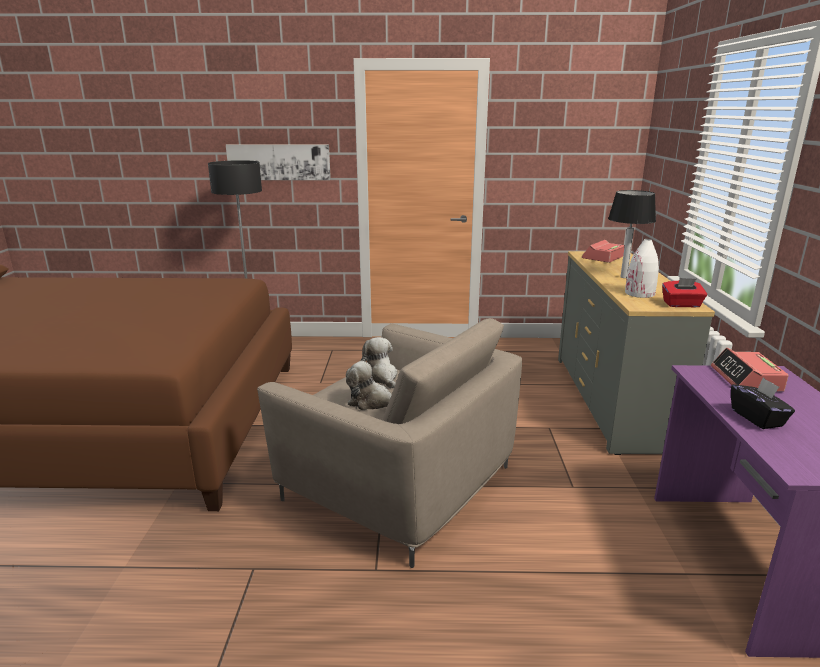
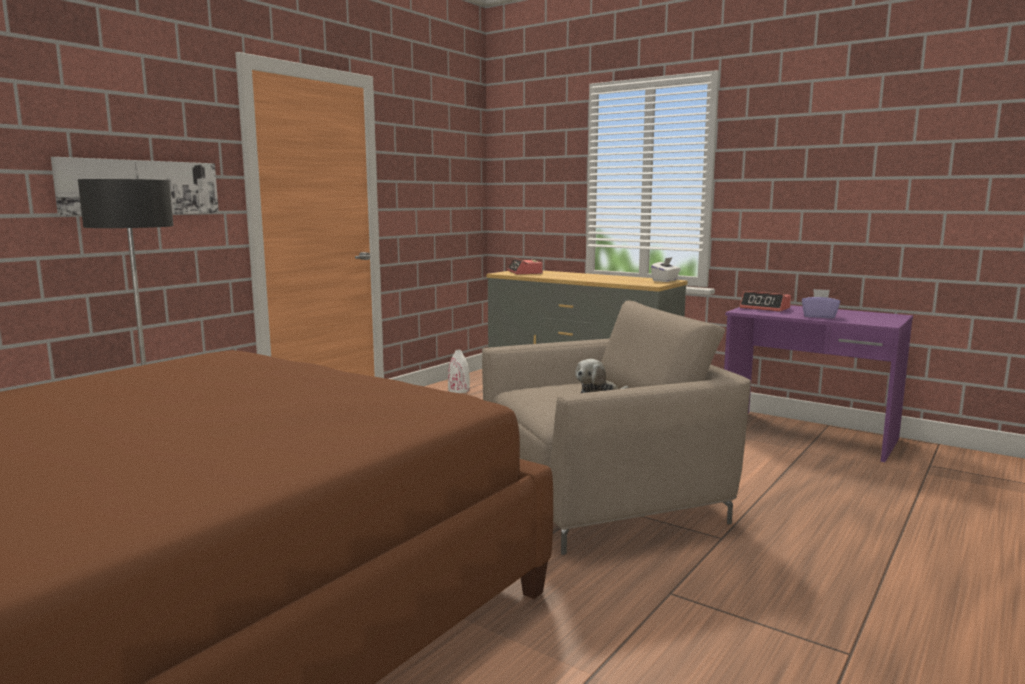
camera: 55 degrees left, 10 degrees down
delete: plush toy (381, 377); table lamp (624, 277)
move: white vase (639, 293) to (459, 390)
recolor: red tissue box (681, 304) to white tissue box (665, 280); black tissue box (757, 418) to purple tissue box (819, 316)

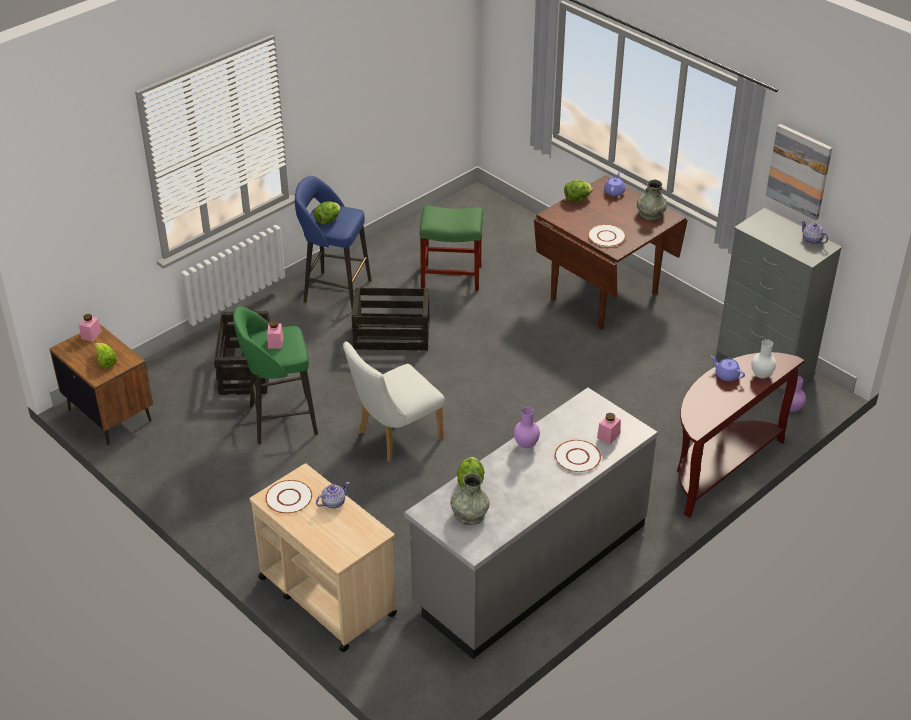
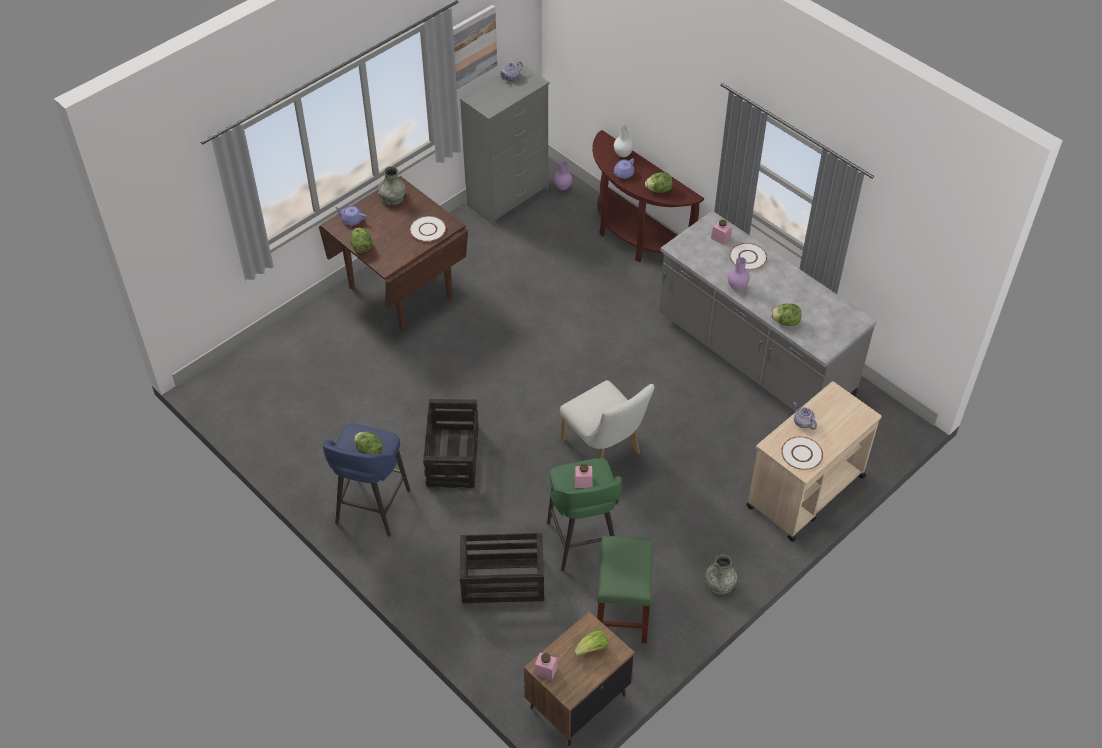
camera: 90 degrees left, 10 degrees up
insert: lettuce (659, 190)
move: green stool (452, 276) to (622, 611); grey vase (469, 514) to (720, 584)

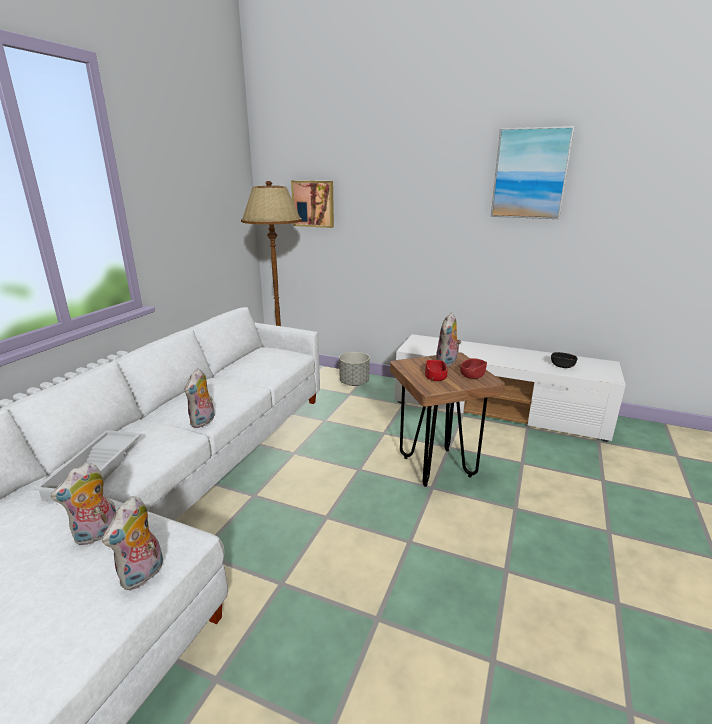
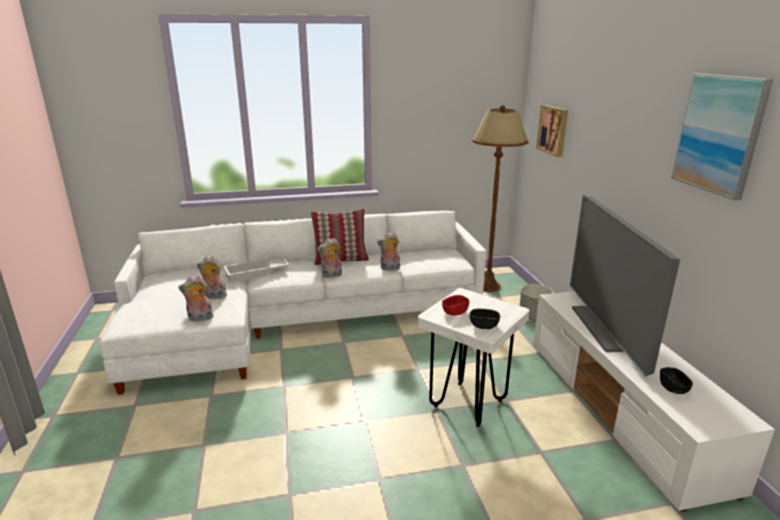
camera: 55 degrees right, 0 degrees up
insert: pillow (340, 260); television (608, 328)
move: plush toy (447, 363) to (389, 269)
recolor: brown stool (436, 467) to white stool (467, 403); red bowl (472, 375) to black bowl (483, 325)

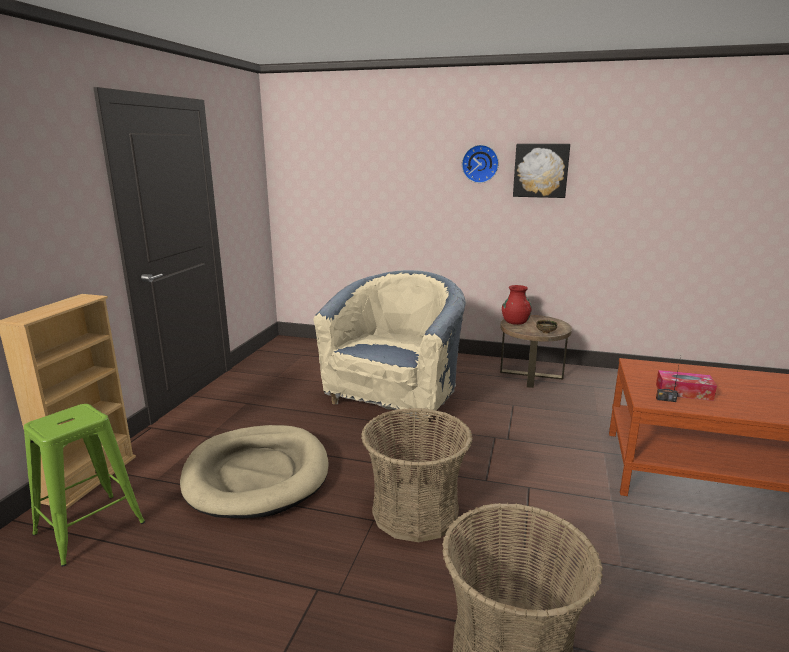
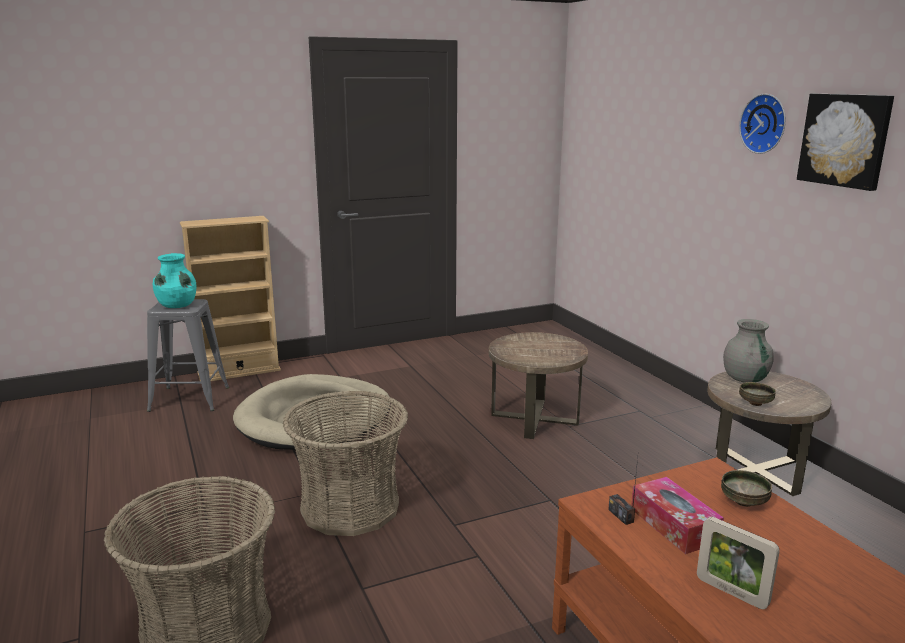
camera: 50 degrees right, 0 degrees up
insert: turquoise vase (177, 305); picture frame (731, 592); bowl (744, 502)
replace: beige armchair (396, 398) to brown side table (534, 418)
recolor: green stool (88, 528) to grey stool (189, 399); red vase (515, 322) to grey vase (745, 378)

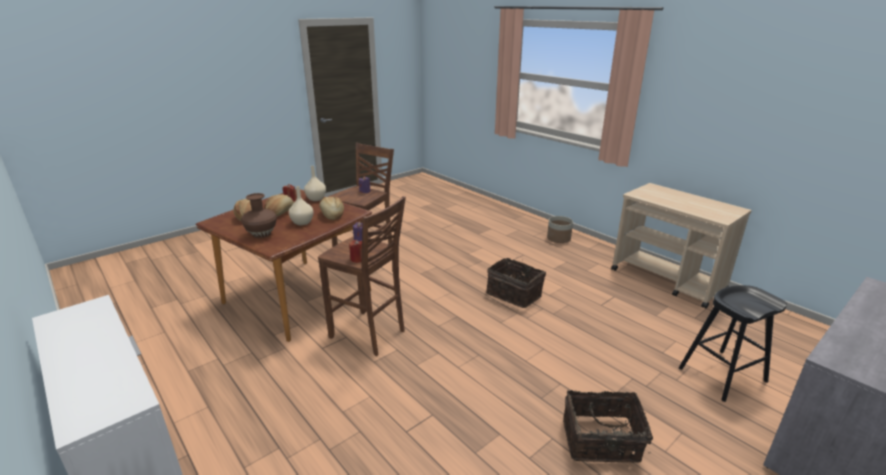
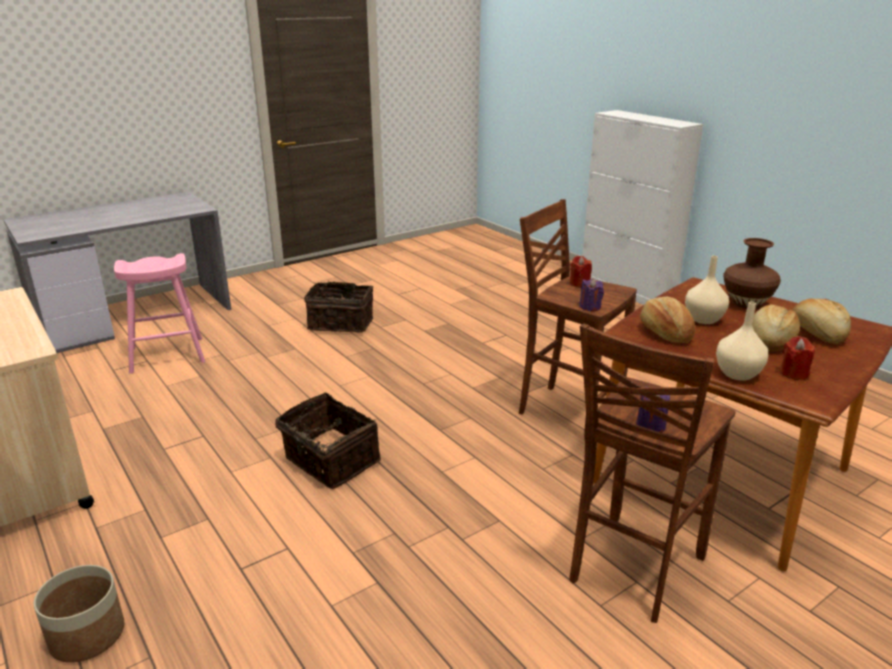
camera: 175 degrees left, 0 degrees up
recolor: black stool (722, 375) to pink stool (167, 355)

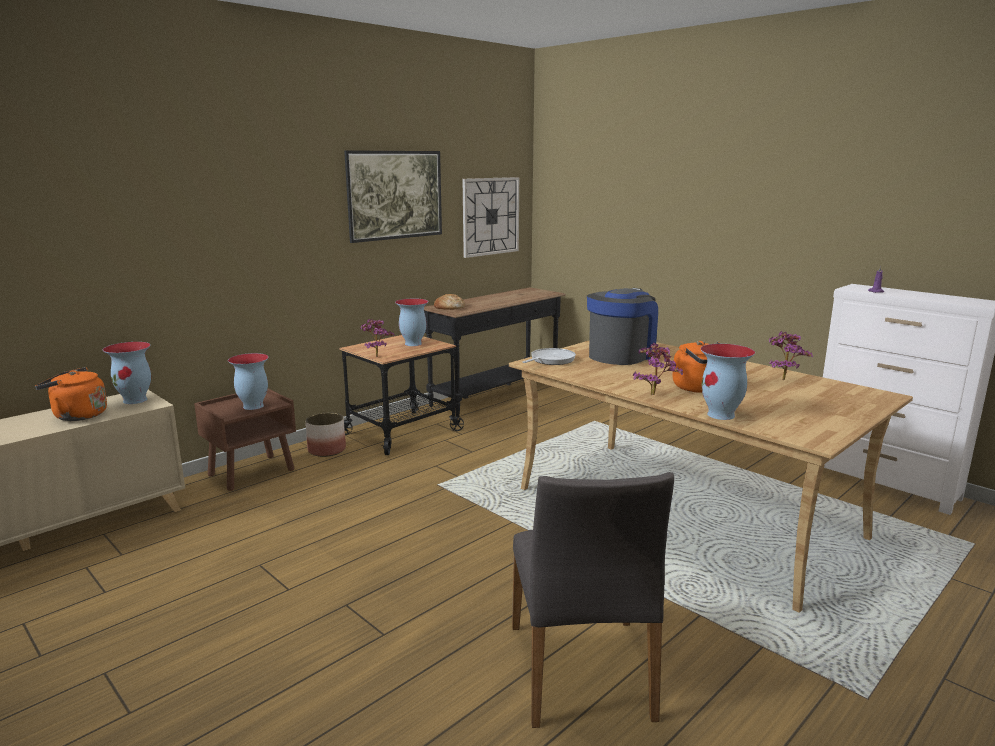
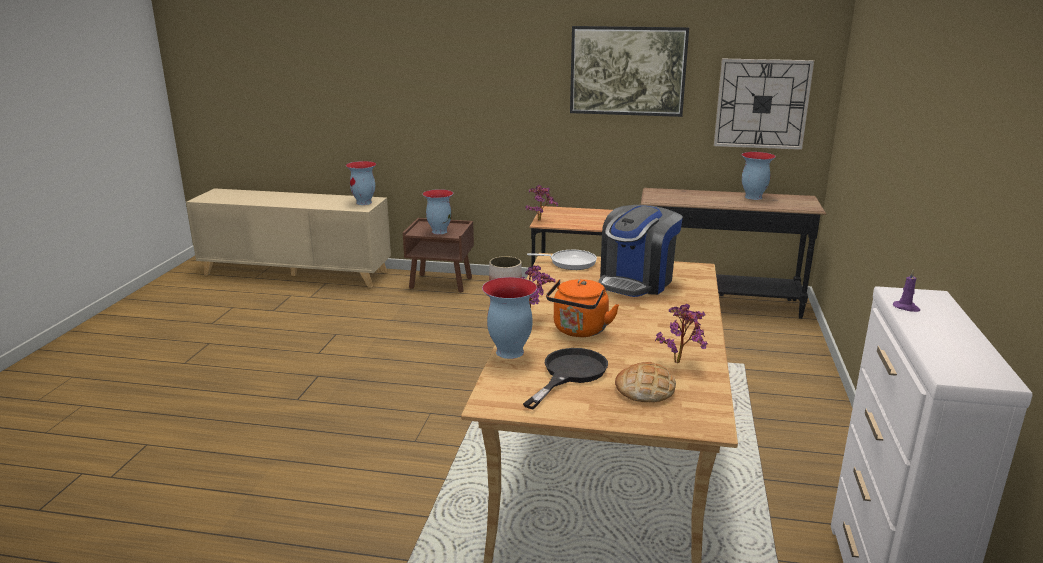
camera: 55 degrees right, 5 degrees up
delete: orange kettle (77, 416); grey chair (582, 671)
insert: black frying pan (569, 374)
move: vase (412, 344) to (752, 197); bread (449, 307) to (645, 388)
rotate: coffee machine (621, 355) = (636, 282) 120 degrees clockwise

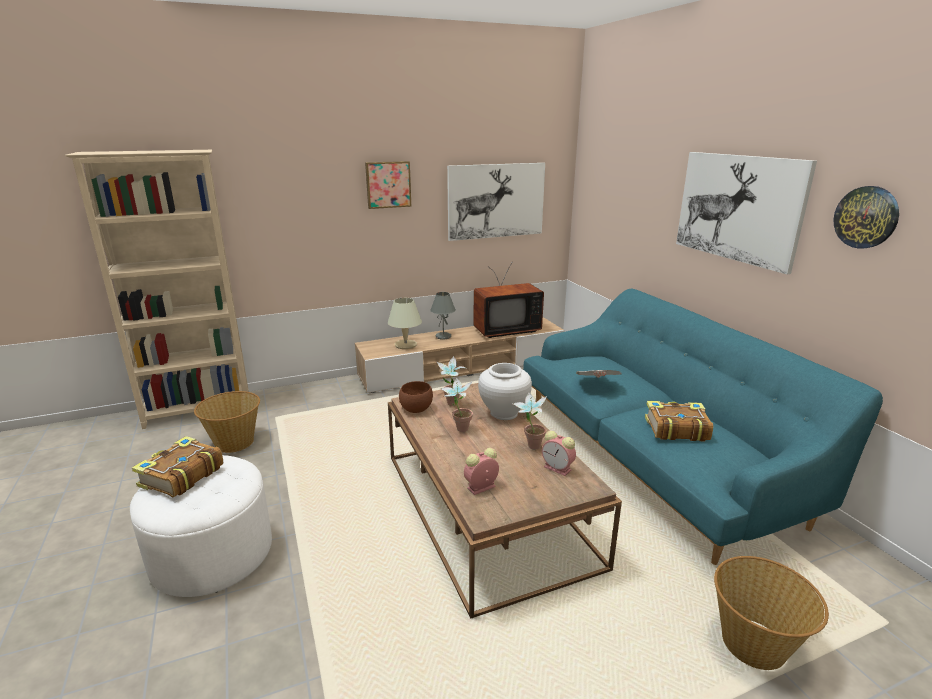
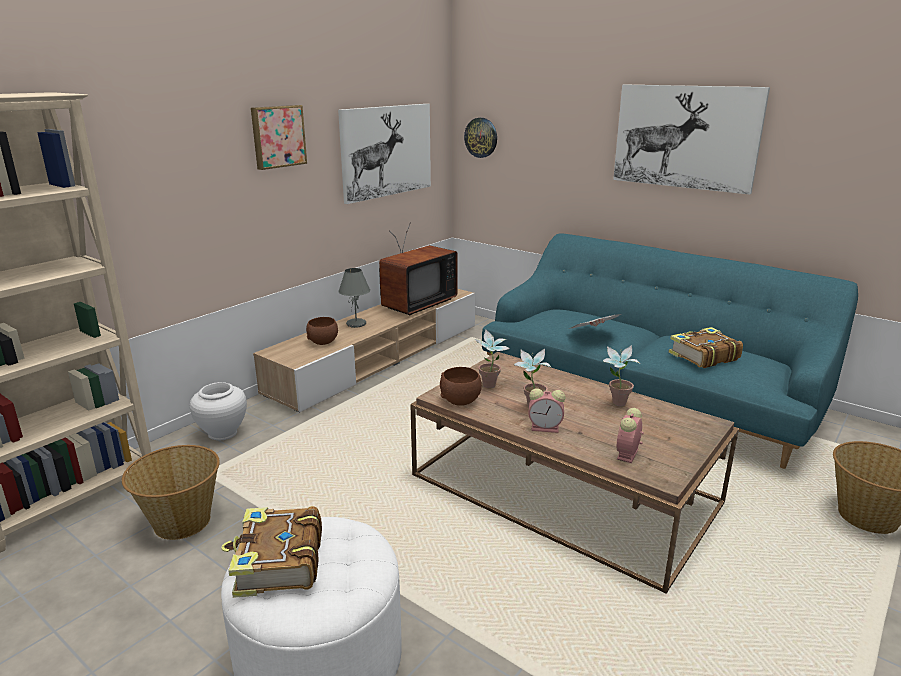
camera: 30 degrees left, 0 degrees up
move: white vase (504, 413) to (223, 433); alarm clock (558, 468) to (546, 428); wall clock (866, 217) to (481, 137)
replace: beige table lamp (405, 345) to brown bowl (323, 342)

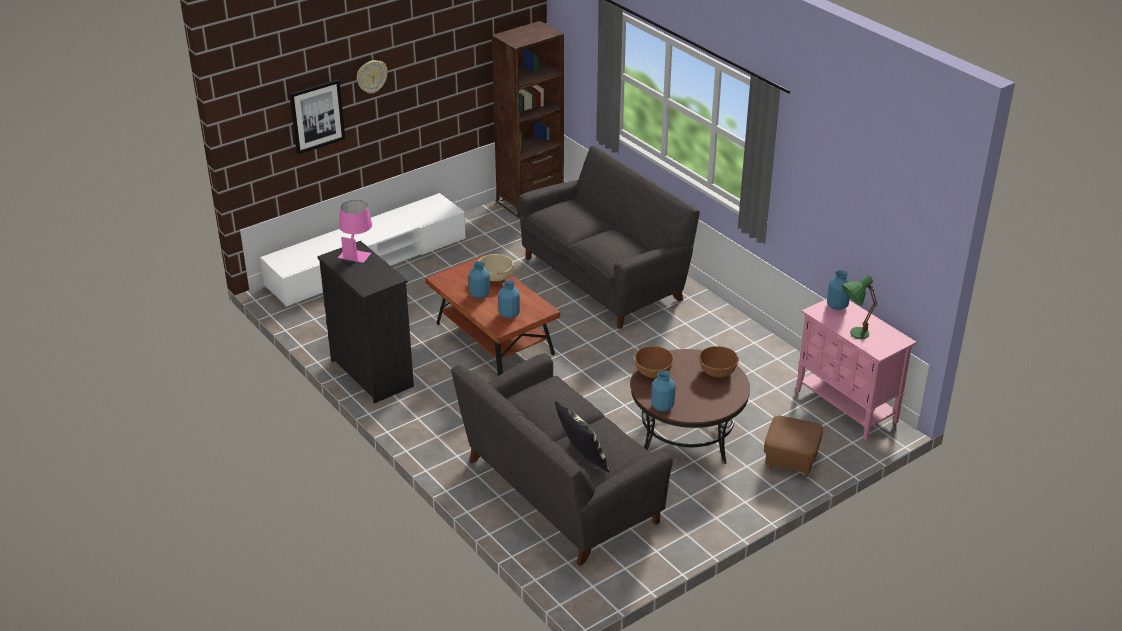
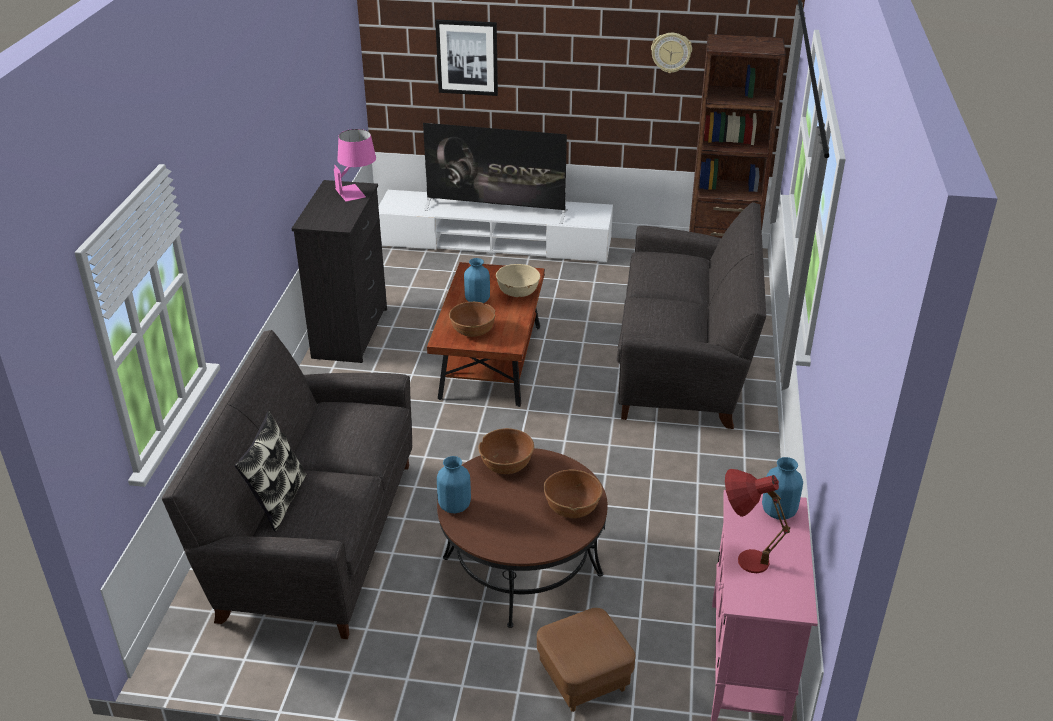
camera: 45 degrees right, 0 degrees up
insert: television (496, 210)
move: wall clock (371, 76) to (671, 52)
replace: blue vase (509, 314) to brown bowl (473, 331)
recolor: green table lamp (853, 334) to red table lamp (741, 558)

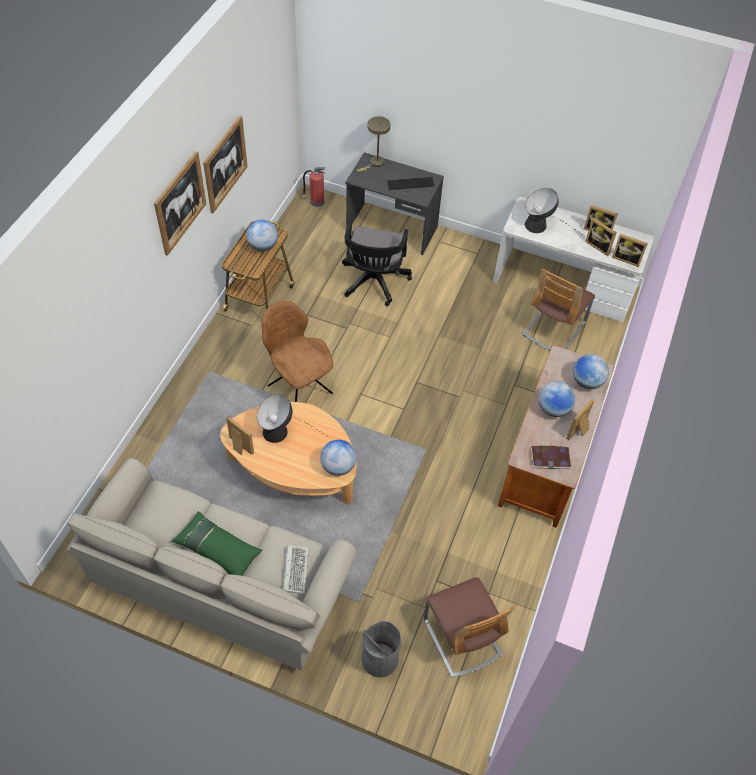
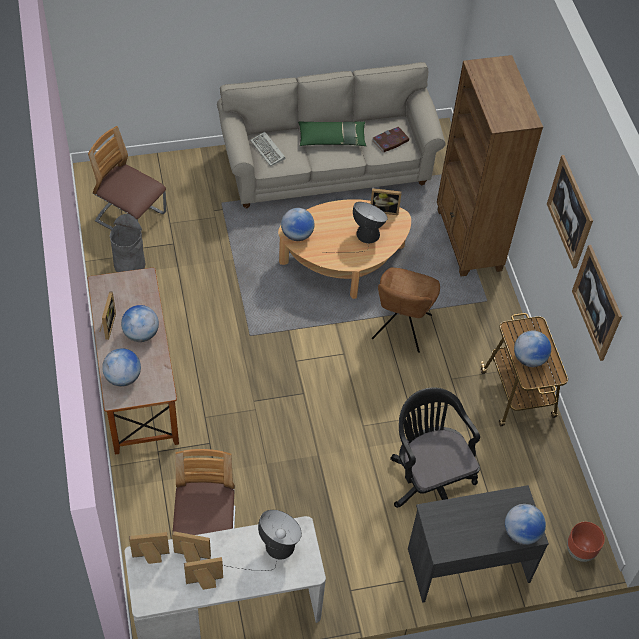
camera: 145 degrees right, 0 degrees up
delete: keyboard (410, 183)
insert: brown bookcase (468, 240)
move: grey trash can (379, 659) to (129, 264); book (550, 458) to (390, 141)
replace: fire extinguisher (316, 201) to brown planter (580, 551); beige table lamp (375, 163) to globe (521, 533)
rotate: brown chair (298, 388) = (401, 329) 90 degrees clockwise

